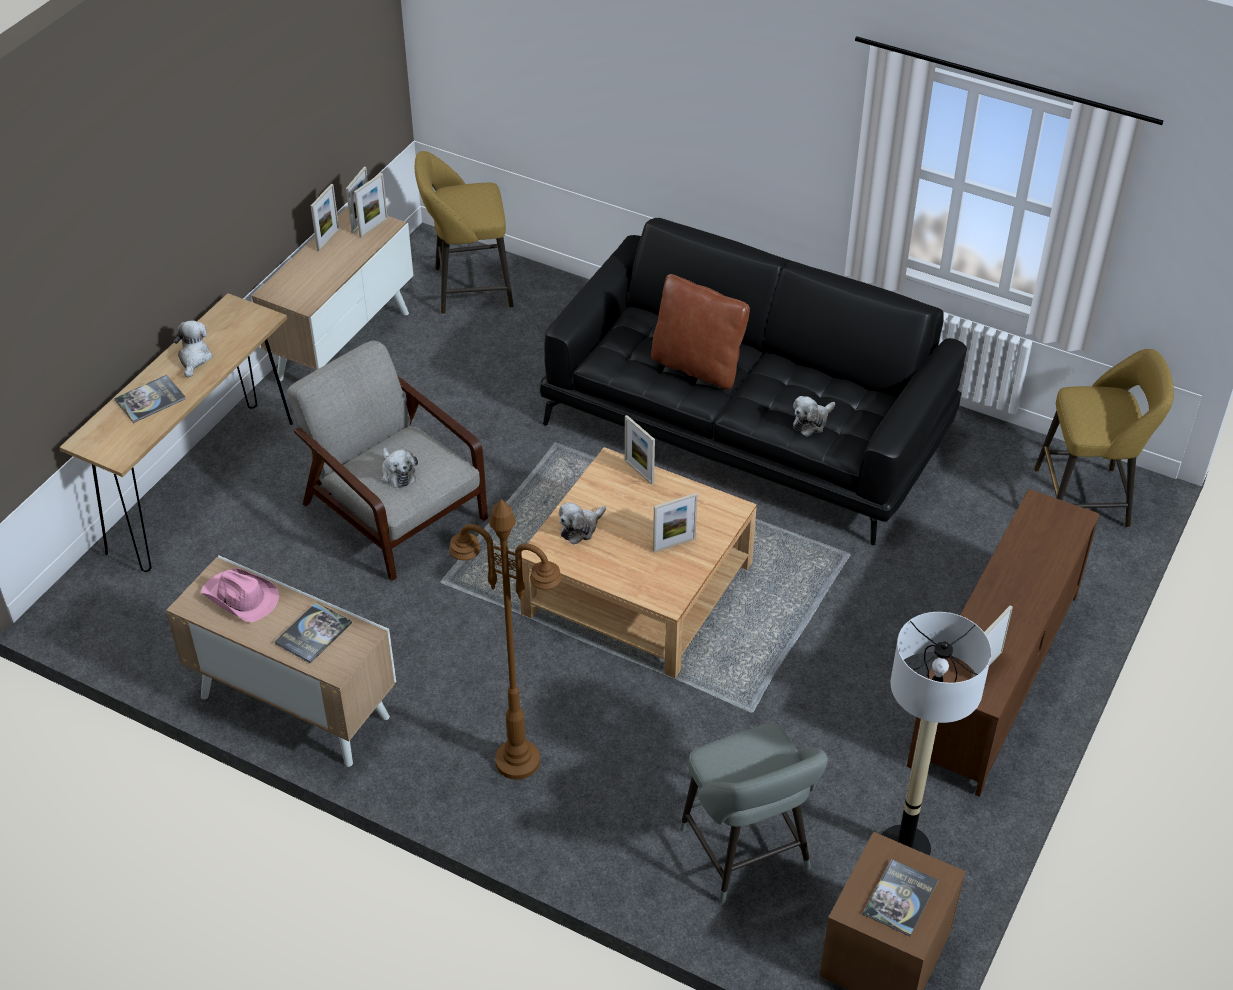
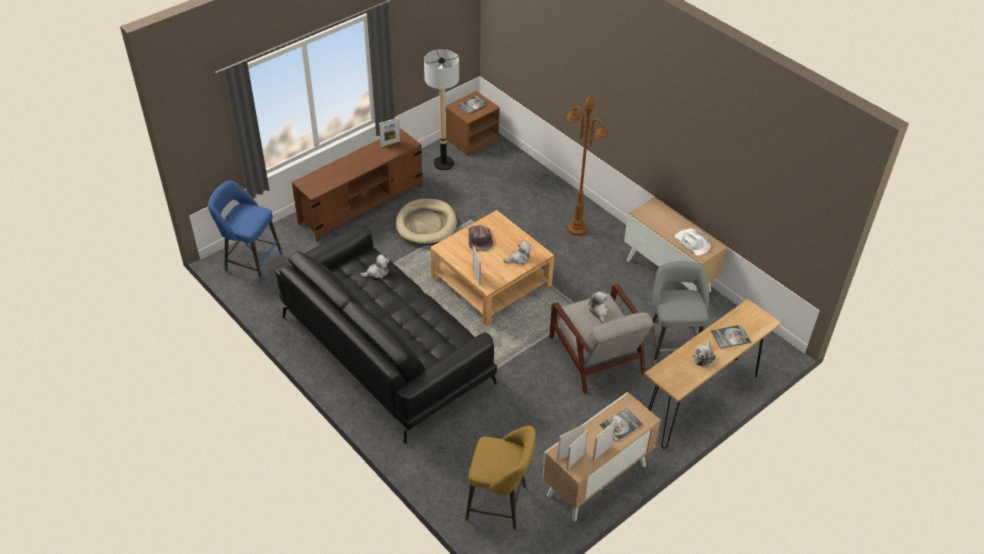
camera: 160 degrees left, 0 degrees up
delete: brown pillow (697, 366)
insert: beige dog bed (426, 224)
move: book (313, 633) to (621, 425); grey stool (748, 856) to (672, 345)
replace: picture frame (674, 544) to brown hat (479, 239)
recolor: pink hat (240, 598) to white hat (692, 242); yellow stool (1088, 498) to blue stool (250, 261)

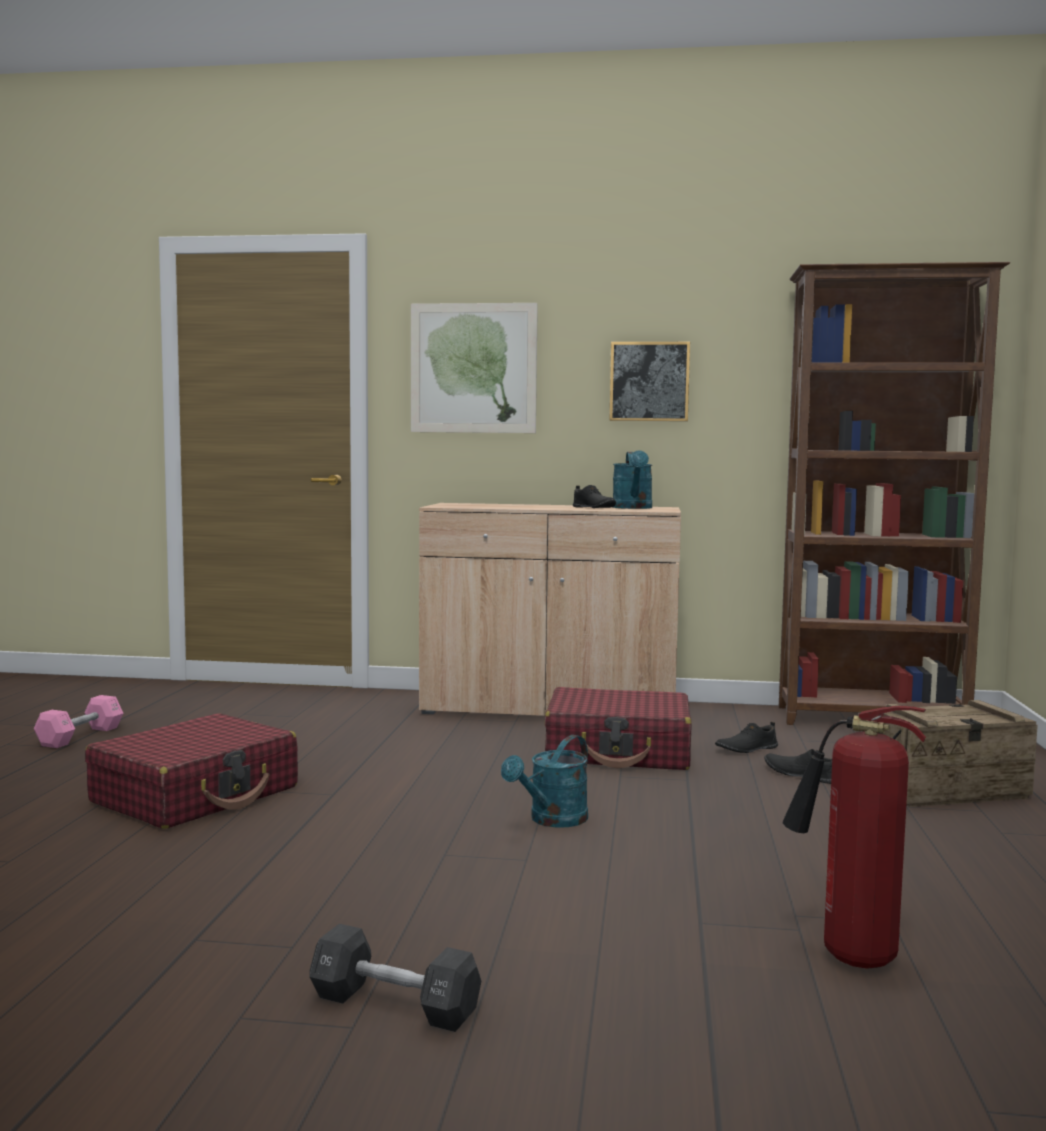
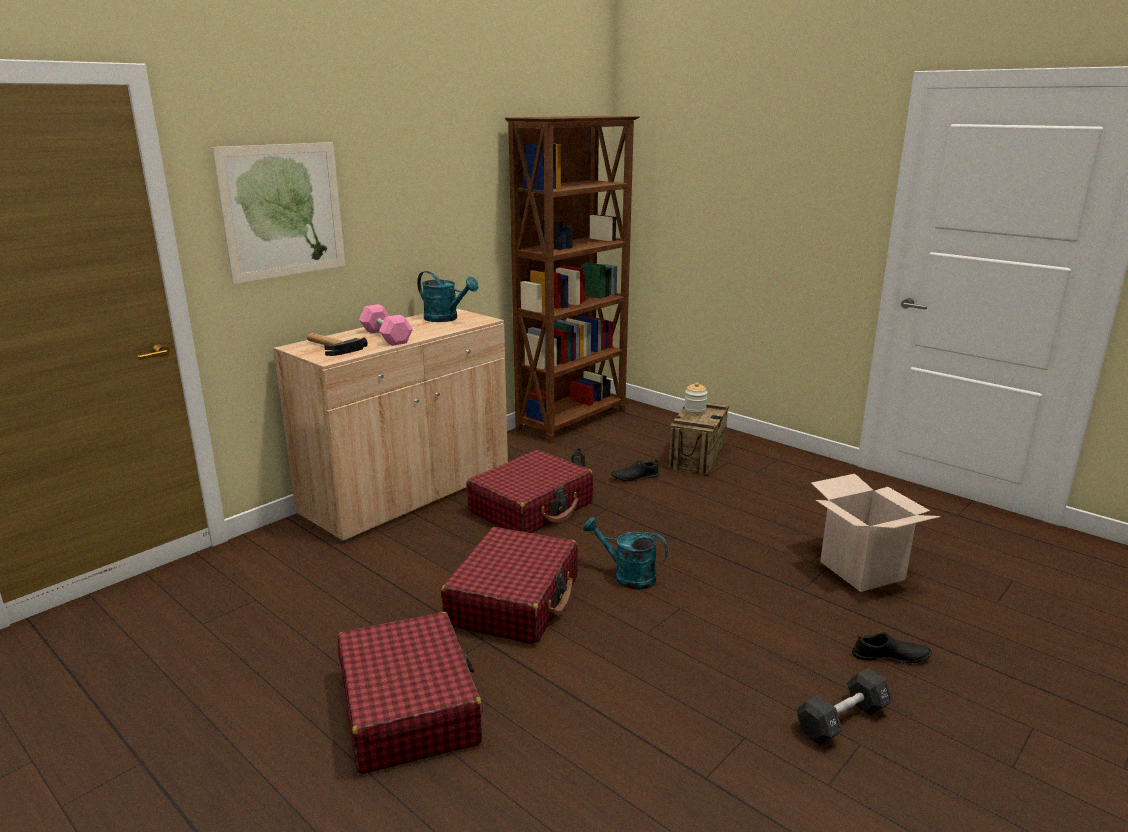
camera: 55 degrees left, 15 degrees up
delete: picture (649, 381)
insert: hammer (330, 347); red suitcase (514, 601); jar (695, 410)
move: pink dumbbell (80, 736) to (386, 337); black shoe (593, 508) to (890, 656)
replace: fire extinguisher (848, 958) to cardboard box (862, 570)
rotate: turquoise watering can (552, 820) = (627, 576) 135 degrees clockwise

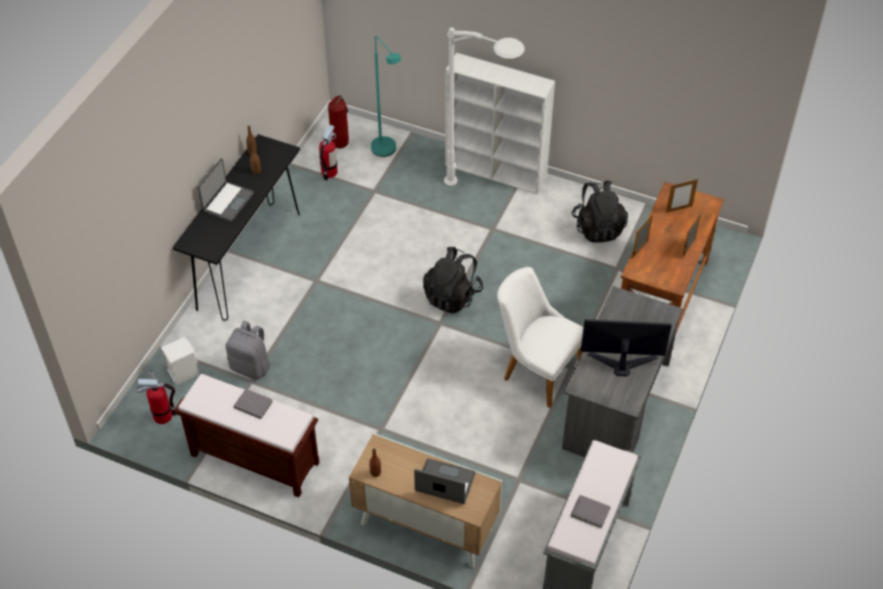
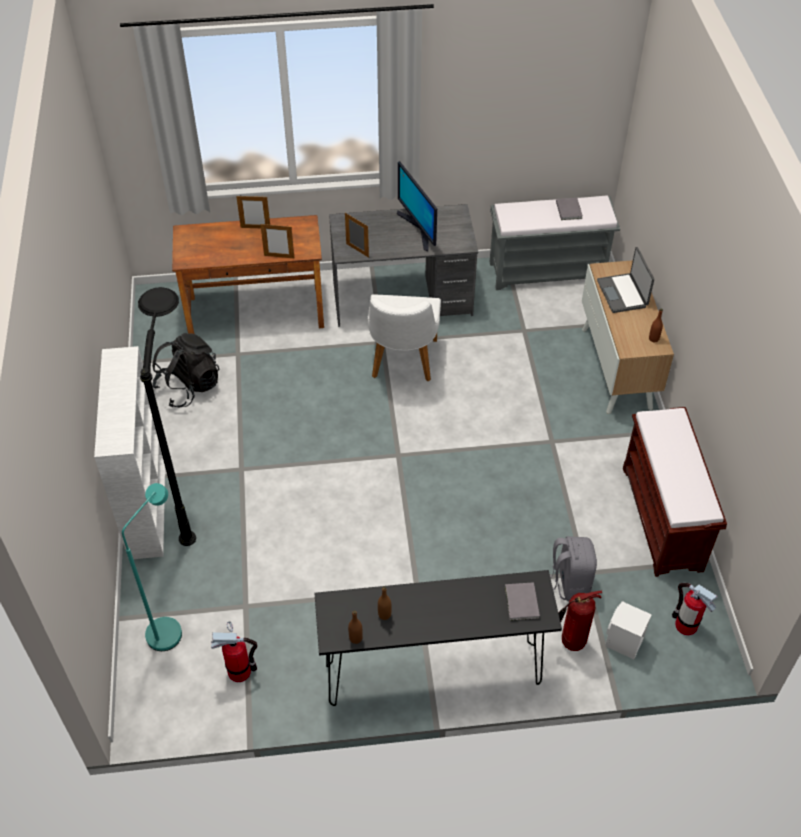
camera: 120 degrees left, 0 degrees up
delete: laptop (227, 202); black backpack (452, 296)
move: grey book (252, 404) to (521, 603); fire extinguisher (340, 142) to (570, 643); picture frame (679, 209) to (357, 250)
recolor: white floor lamp (486, 197) to black floor lamp (195, 494)

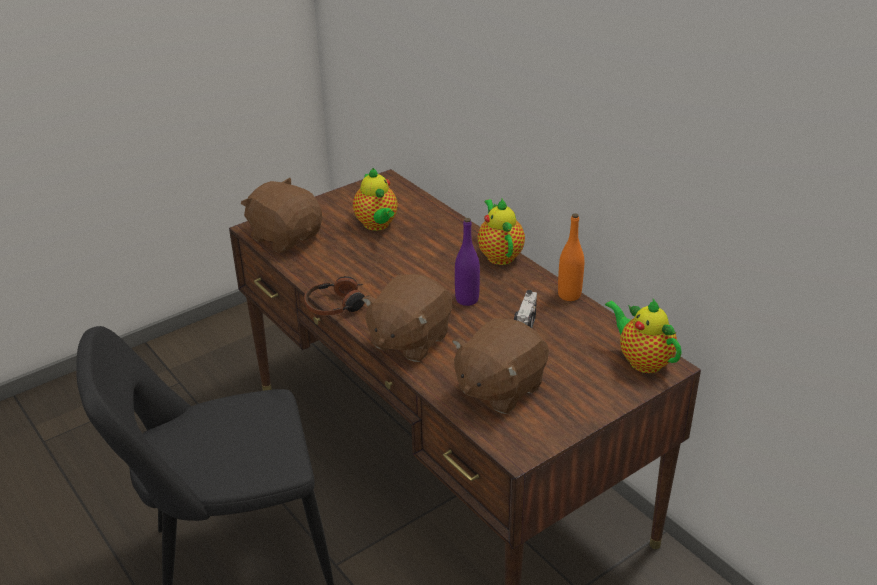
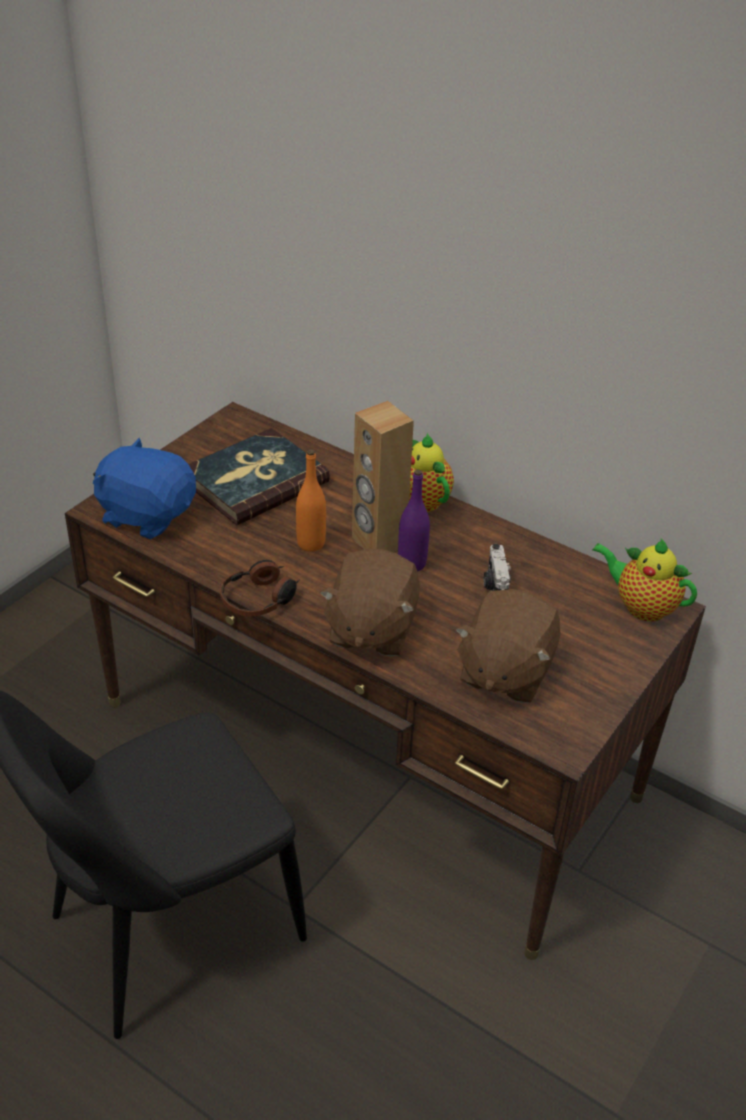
camera: 20 degrees left, 5 degrees up
insert: brown speaker (378, 542)
move: orange bottle (569, 295) to (311, 543)
replace: teapot (377, 225) to book (255, 481)
recolor: brown plush toy (285, 237) to blue plush toy (147, 515)

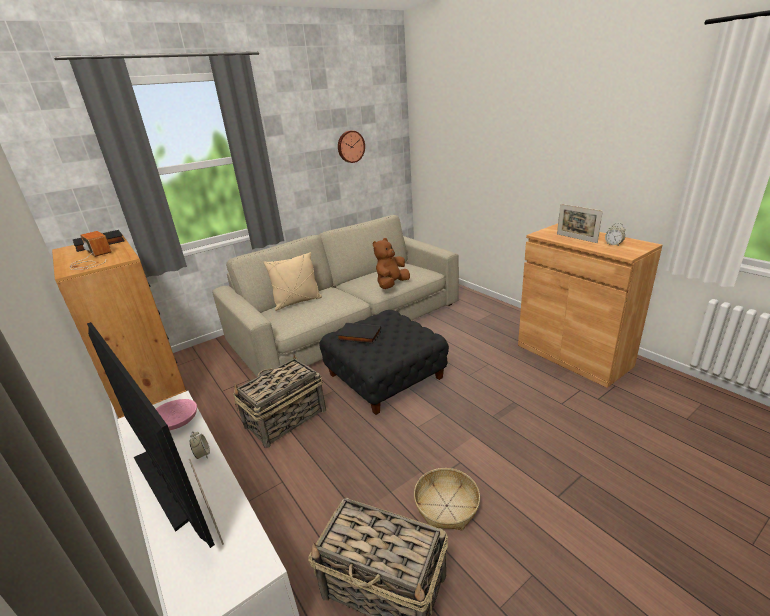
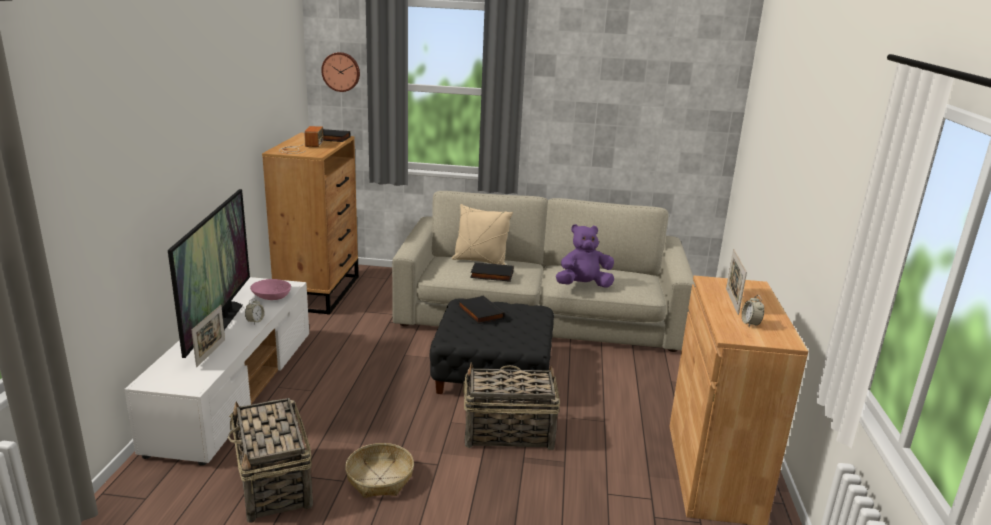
camera: 40 degrees right, 5 degrees down
insert: black book (491, 275)
move: basket (285, 419) to (507, 432); wall clock (350, 146) to (341, 71)
recolor: brown plush toy (391, 285) to purple plush toy (583, 285)

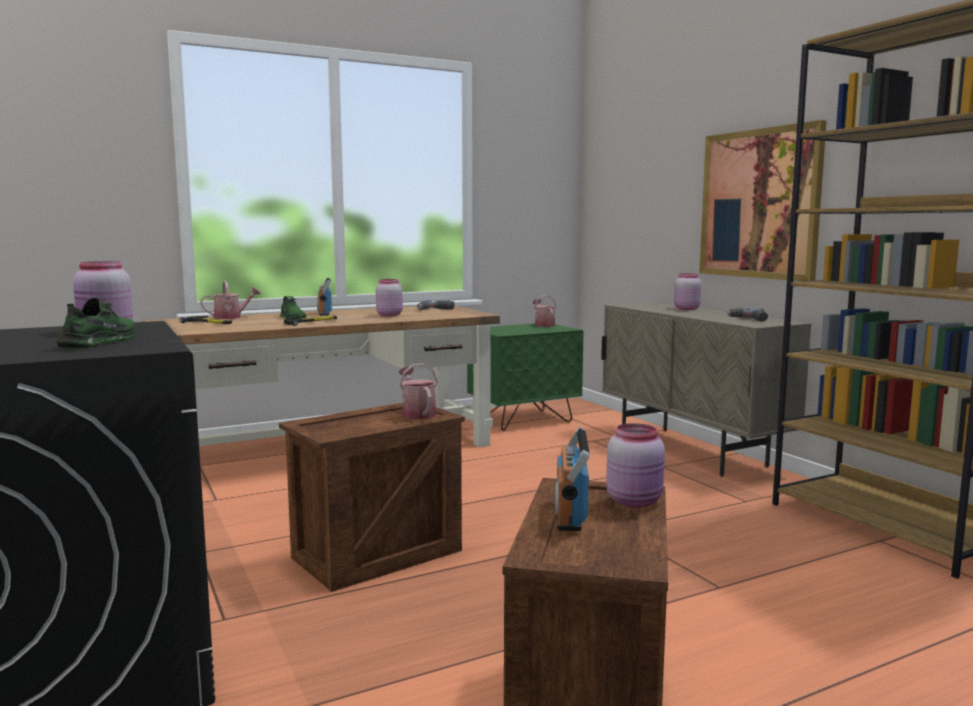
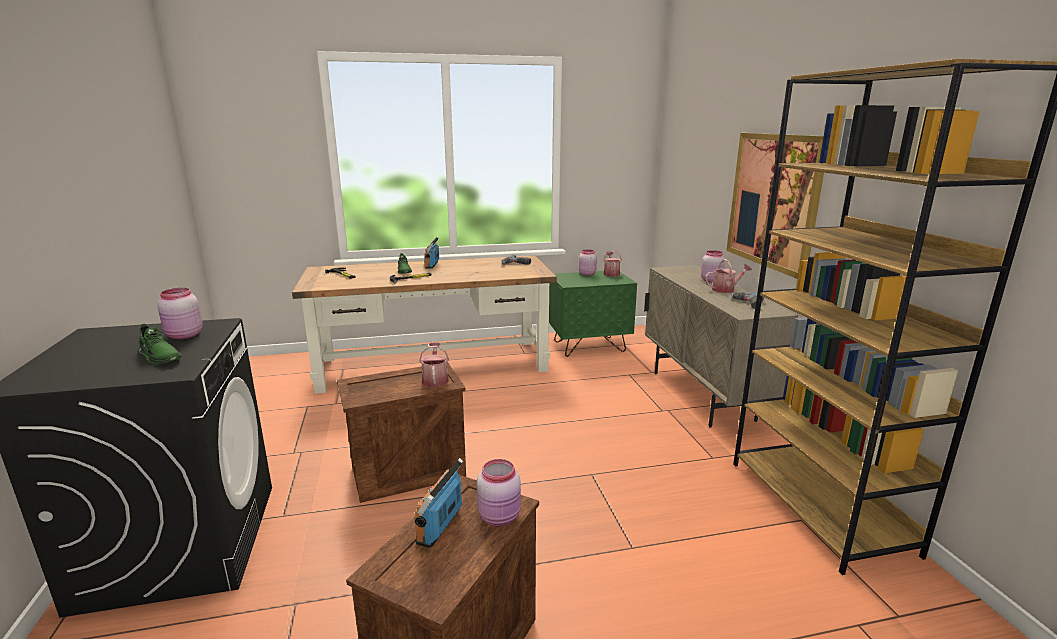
camera: 15 degrees right, 10 degrees up
move: watering can (231, 317) to (726, 289); pink jar (389, 315) to (587, 274)
rotate: green shoe (101, 342) = (160, 356) 105 degrees clockwise

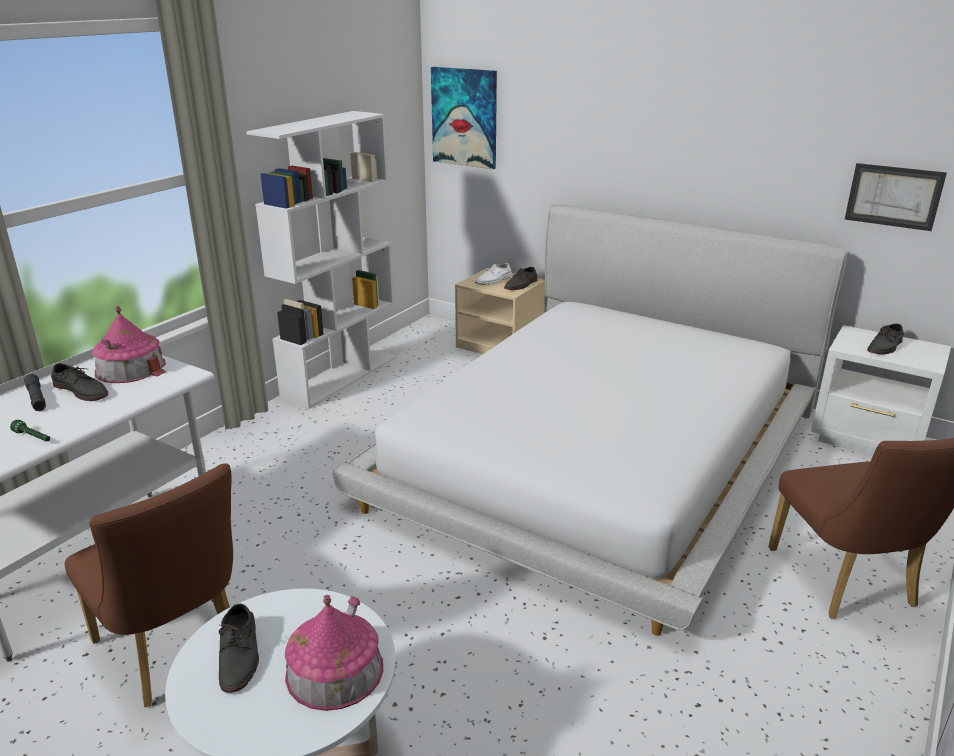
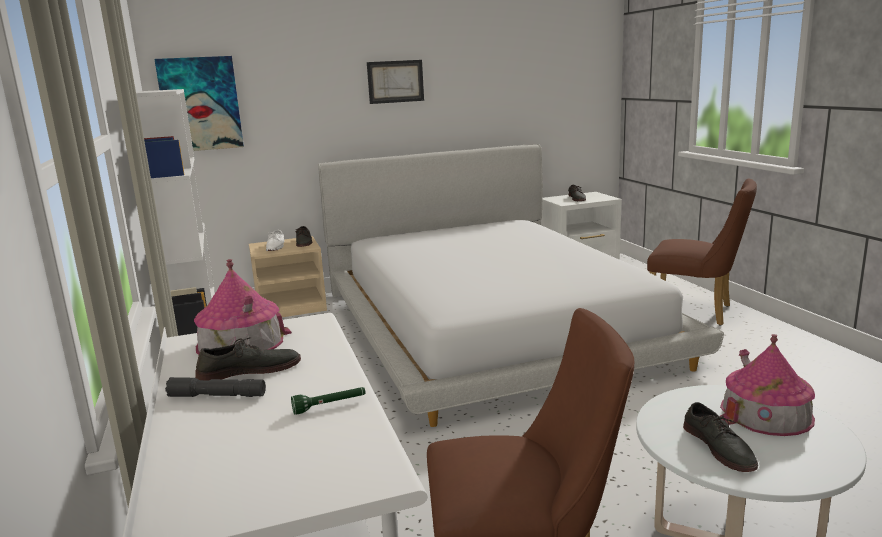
camera: 50 degrees left, 10 degrees down
move: picture (893, 196) to (395, 81)
rotate: grey shoe (240, 655) = (719, 447) 45 degrees clockwise

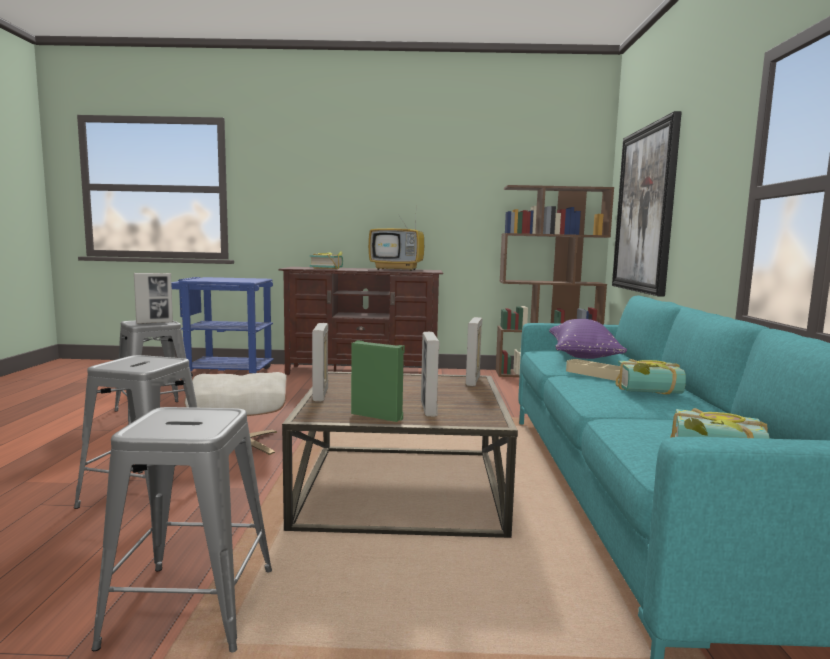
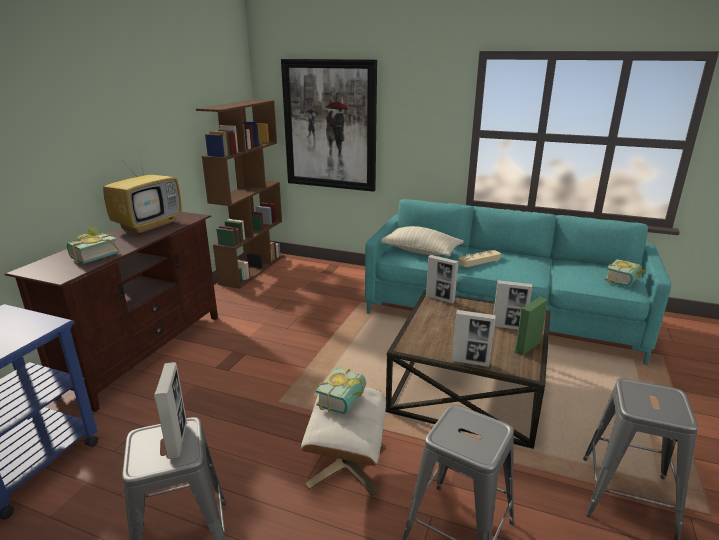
camera: 70 degrees left, 15 degrees up
move: book (650, 393) to (346, 401)
recolor: purple pillow (582, 356) to beige pillow (420, 251)

